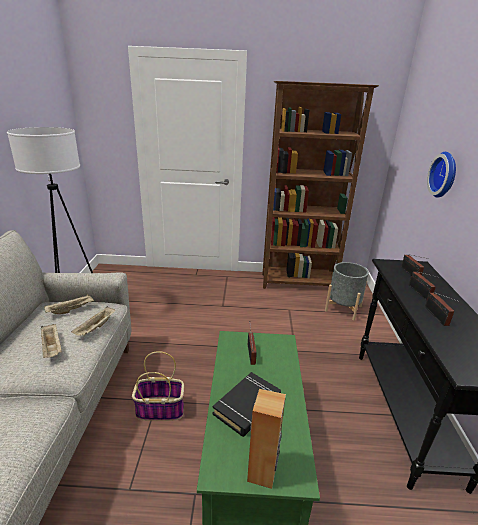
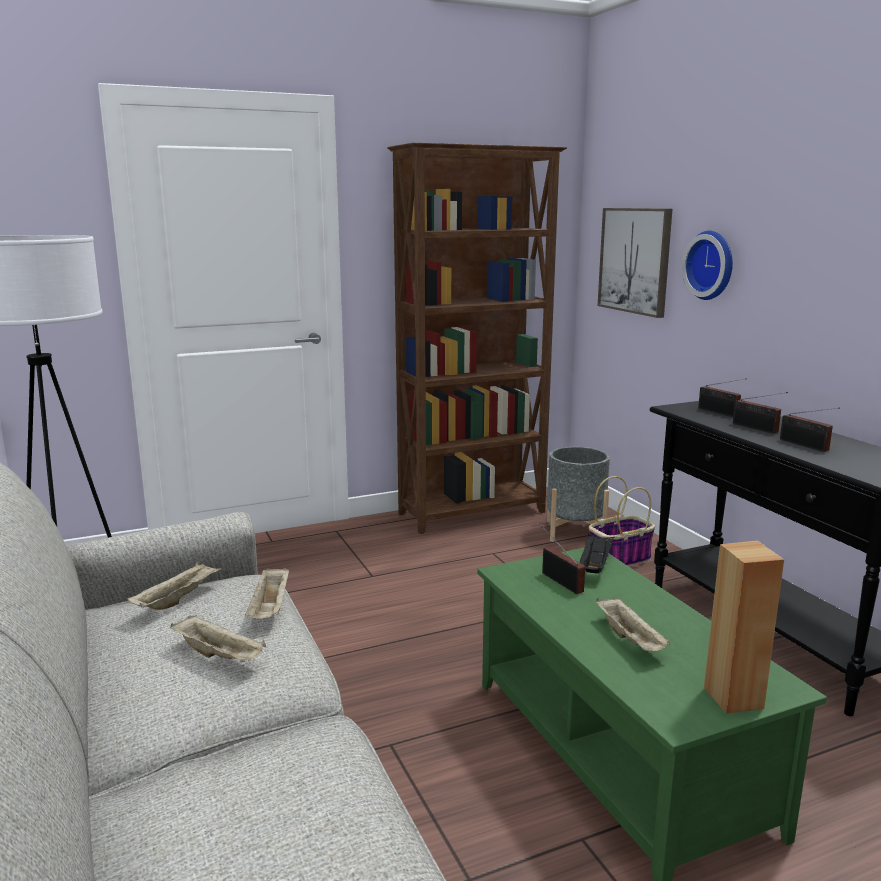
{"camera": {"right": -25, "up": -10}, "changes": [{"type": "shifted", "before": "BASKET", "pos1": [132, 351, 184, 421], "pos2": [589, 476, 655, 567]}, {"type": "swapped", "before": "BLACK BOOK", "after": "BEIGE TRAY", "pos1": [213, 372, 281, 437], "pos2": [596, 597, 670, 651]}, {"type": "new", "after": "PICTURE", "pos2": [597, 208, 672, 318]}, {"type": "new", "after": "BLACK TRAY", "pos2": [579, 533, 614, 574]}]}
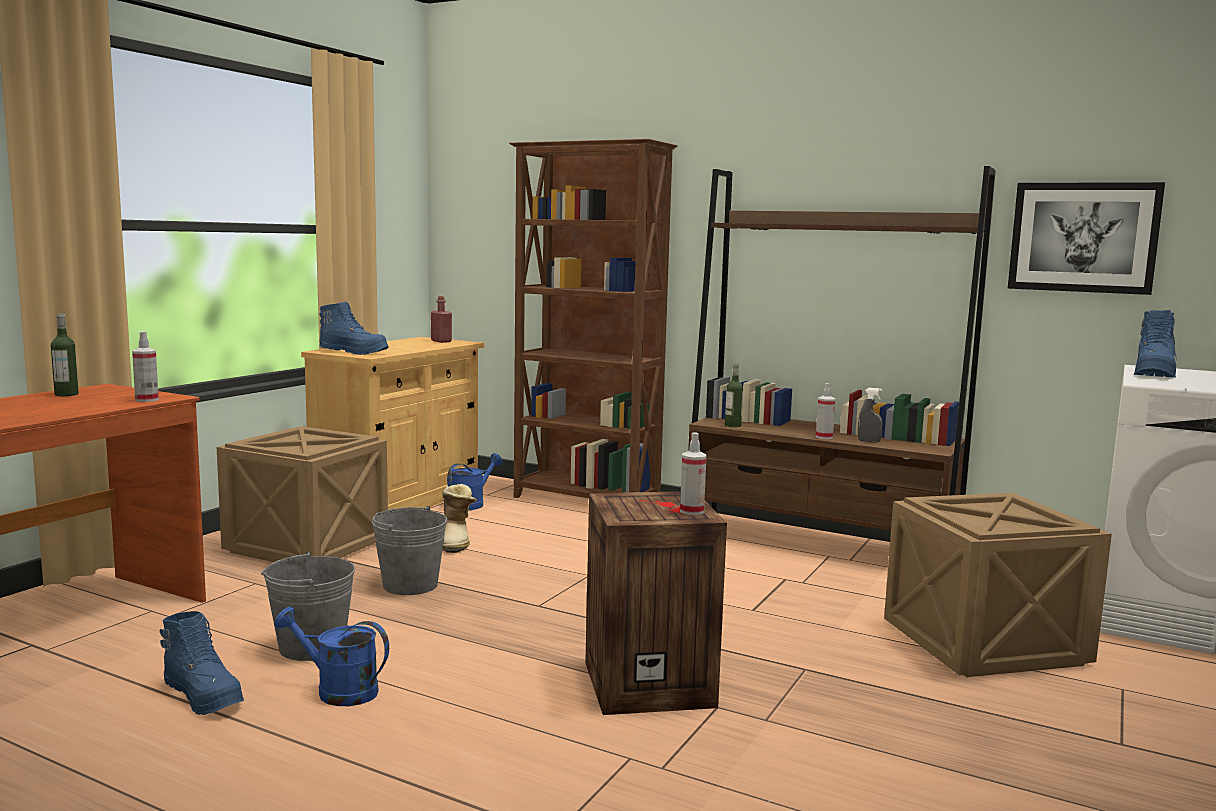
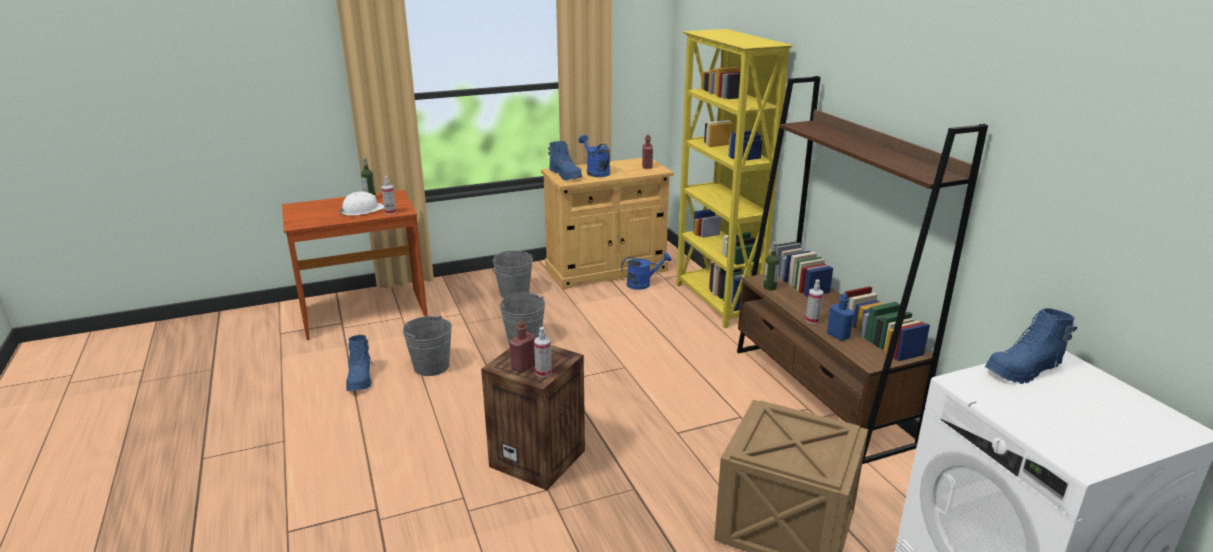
{"camera": {"right": 40, "up": 15}, "changes": [{"type": "repainted", "before": "BROWN BOOKCASE", "after": "YELLOW BOOKCASE", "pos1": [509, 139, 677, 498], "pos2": [676, 29, 793, 328]}, {"type": "gone", "before": "PICTURE", "pos1": [1008, 182, 1165, 295]}, {"type": "swapped", "before": "GREY SPRAY BOTTLE", "after": "BLUE BOTTLE", "pos1": [858, 388, 883, 442], "pos2": [827, 293, 854, 341]}, {"type": "swapped", "before": "CRATE", "after": "GREY BUCKET", "pos1": [217, 426, 388, 562], "pos2": [493, 251, 533, 298]}, {"type": "gone", "before": "BOOT", "pos1": [442, 484, 477, 553]}, {"type": "shifted", "before": "BLUE WATERING CAN", "pos1": [274, 607, 389, 706], "pos2": [579, 135, 610, 177]}, {"type": "new", "after": "WHITE HARD HAT", "pos2": [339, 192, 384, 216]}, {"type": "new", "after": "RED BOTTLE", "pos2": [509, 321, 535, 373]}]}
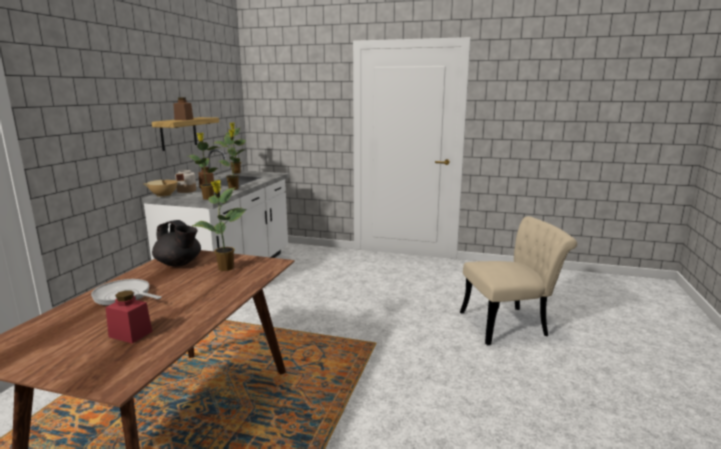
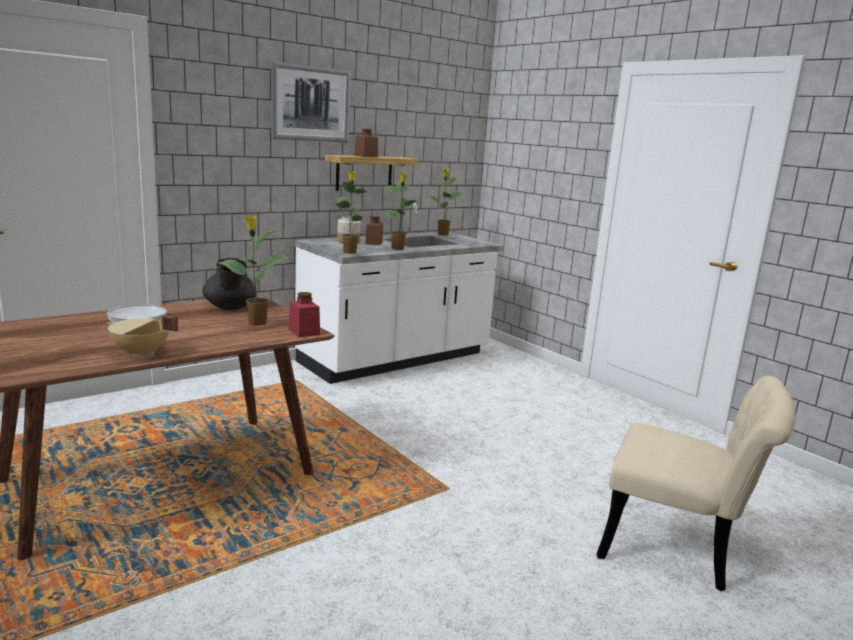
{"camera": {"right": 35, "up": 0}, "changes": [{"type": "shifted", "before": "BEIGE COOKING POT", "pos1": [143, 174, 184, 198], "pos2": [107, 315, 179, 358]}, {"type": "shifted", "before": "RED JAR", "pos1": [105, 290, 152, 344], "pos2": [289, 292, 320, 337]}, {"type": "new", "after": "PICTURE", "pos2": [271, 62, 351, 142]}]}
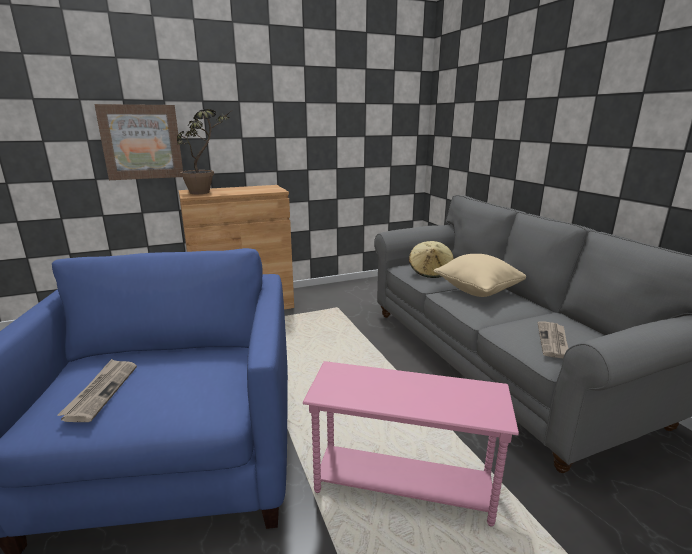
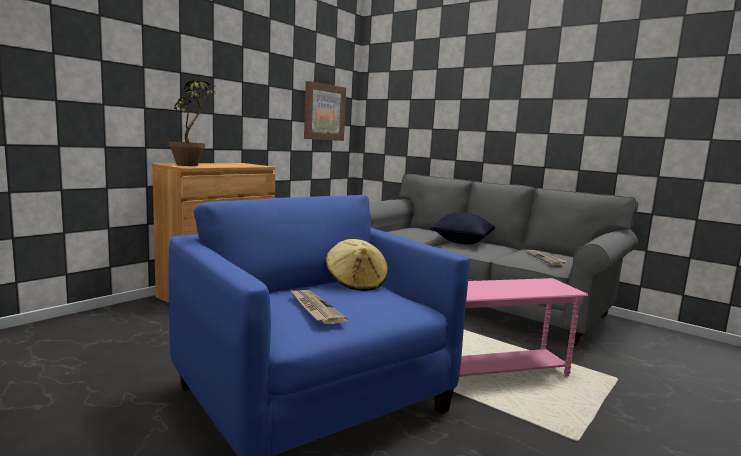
{"camera": {"right": -30, "up": -10}, "changes": [{"type": "shifted", "before": "PICTURE", "pos1": [94, 104, 183, 180], "pos2": [304, 81, 346, 141]}, {"type": "shifted", "before": "BEIGE HAT", "pos1": [409, 241, 454, 278], "pos2": [326, 239, 388, 291]}, {"type": "repainted", "before": "BEIGE PILLOW", "after": "BLACK PILLOW", "pos1": [434, 254, 526, 297], "pos2": [430, 212, 495, 245]}]}
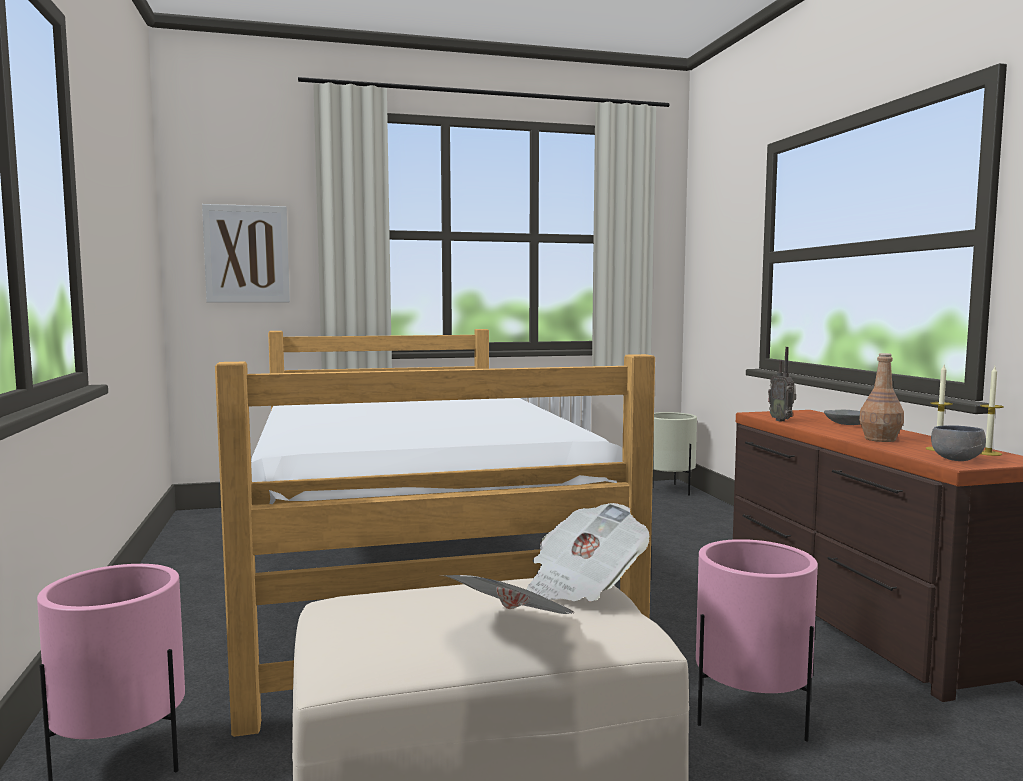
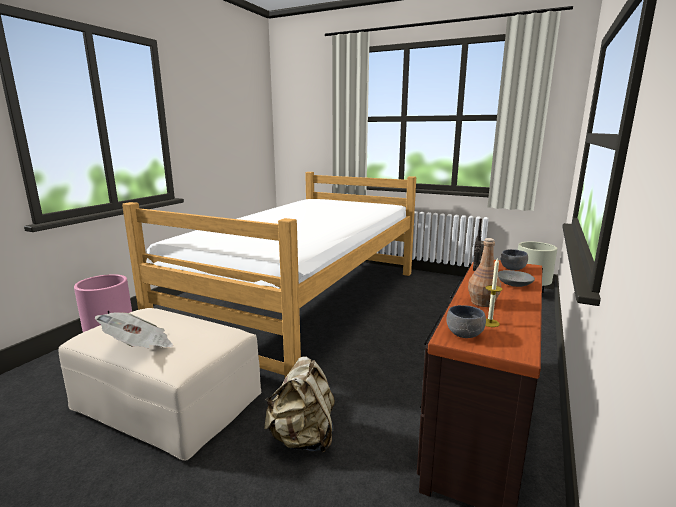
{"camera": {"right": 40, "up": 10}, "changes": [{"type": "gone", "before": "PICTURE", "pos1": [202, 204, 290, 303]}, {"type": "gone", "before": "CANDLE", "pos1": [980, 367, 1004, 456]}, {"type": "gone", "before": "NEWSPAPER", "pos1": [526, 503, 649, 602]}, {"type": "swapped", "before": "PINK PLANTER", "after": "BEIGE BACKPACK", "pos1": [696, 539, 818, 742], "pos2": [264, 356, 335, 453]}, {"type": "new", "after": "GREY BOWL", "pos2": [501, 249, 528, 270]}]}
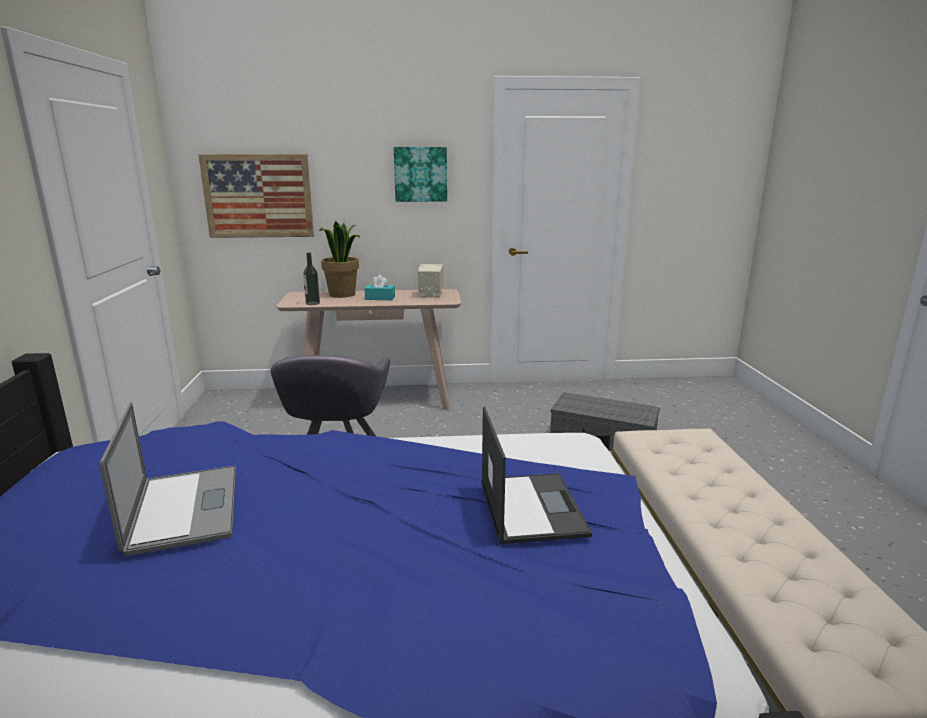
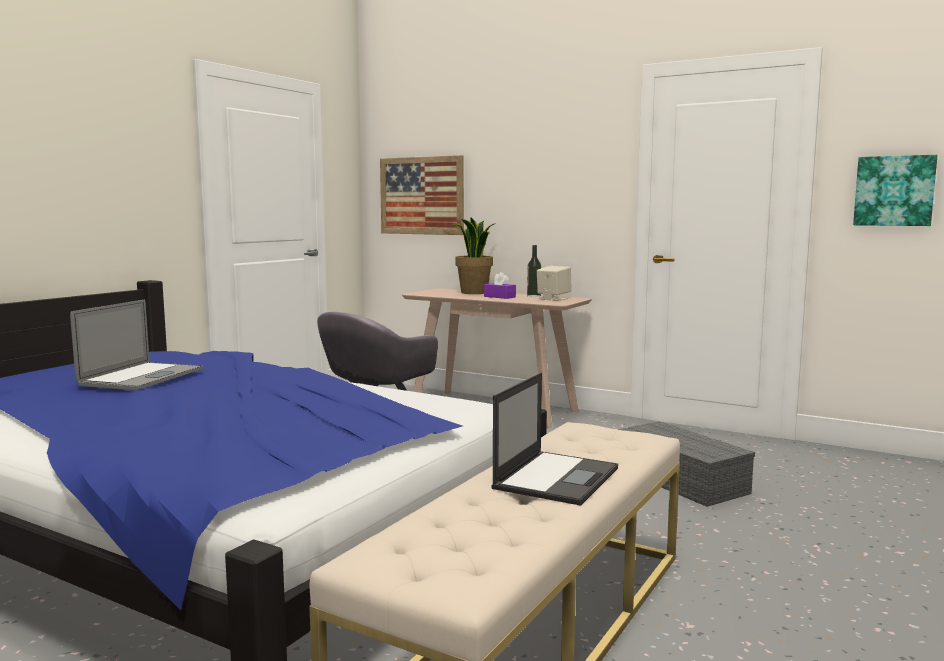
{"camera": {"right": 35, "up": -10}, "changes": [{"type": "shifted", "before": "PICTURE", "pos1": [394, 147, 447, 202], "pos2": [853, 155, 937, 226]}, {"type": "shifted", "before": "BOTTLE", "pos1": [303, 252, 320, 305], "pos2": [527, 245, 541, 297]}, {"type": "repainted", "before": "TURQUOISE TISSUE BOX", "after": "PURPLE TISSUE BOX", "pos1": [364, 275, 395, 300], "pos2": [484, 272, 516, 299]}, {"type": "shifted", "before": "LAPTOP", "pos1": [481, 407, 592, 544], "pos2": [491, 373, 618, 506]}]}
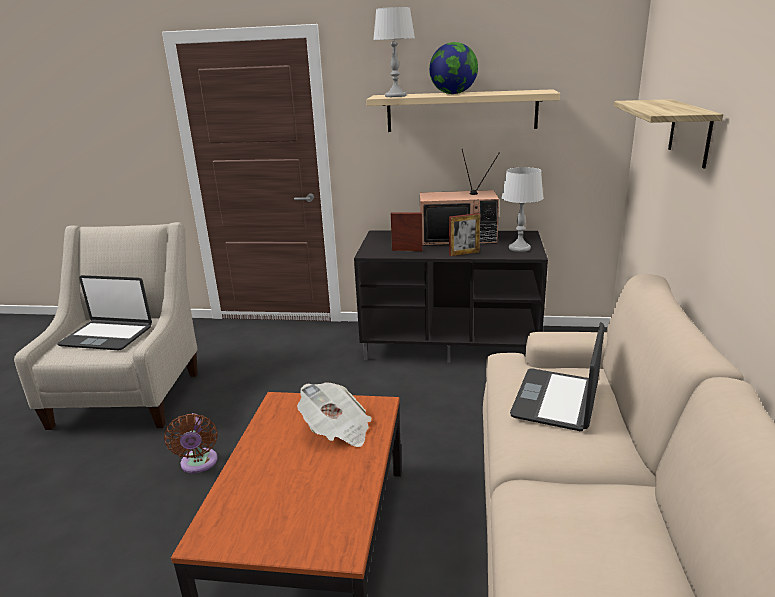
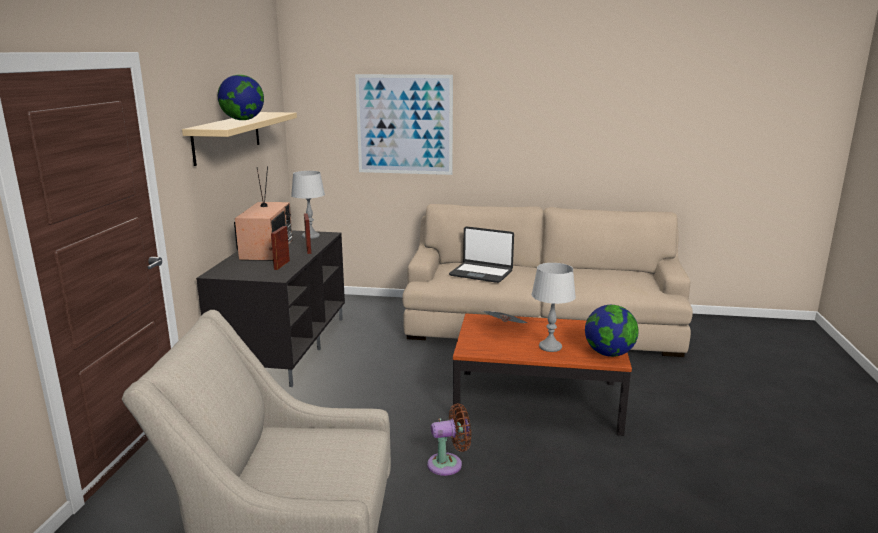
{"camera": {"right": -90, "up": -5}, "changes": [{"type": "shifted", "before": "GREY TABLE LAMP", "pos1": [373, 7, 415, 97], "pos2": [531, 263, 576, 352]}, {"type": "swapped", "before": "SHELF", "after": "PICTURE", "pos1": [614, 99, 723, 168], "pos2": [355, 74, 453, 175]}, {"type": "gone", "before": "LAPTOP", "pos1": [57, 275, 152, 350]}, {"type": "new", "after": "GLOBE", "pos2": [585, 305, 639, 357]}]}
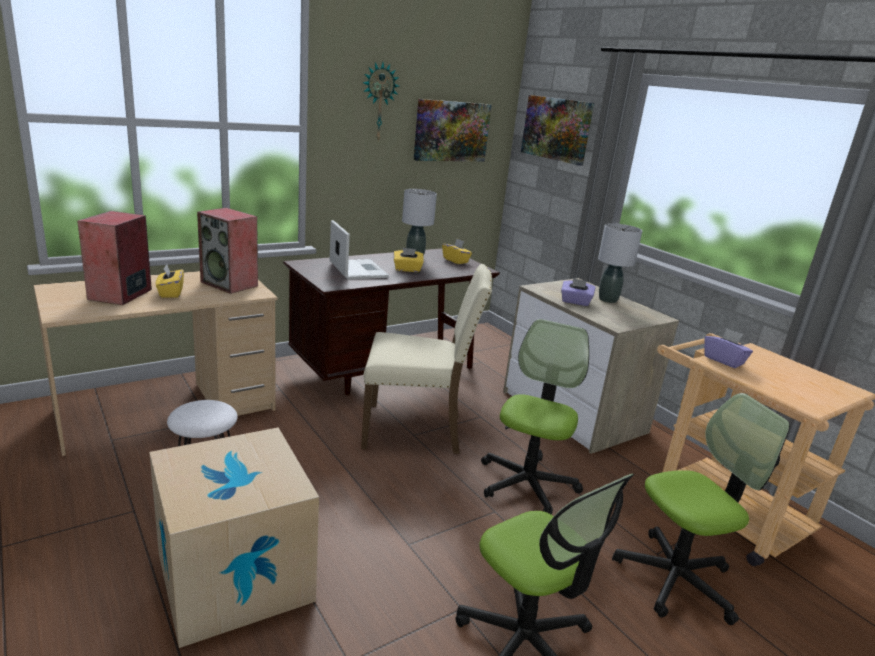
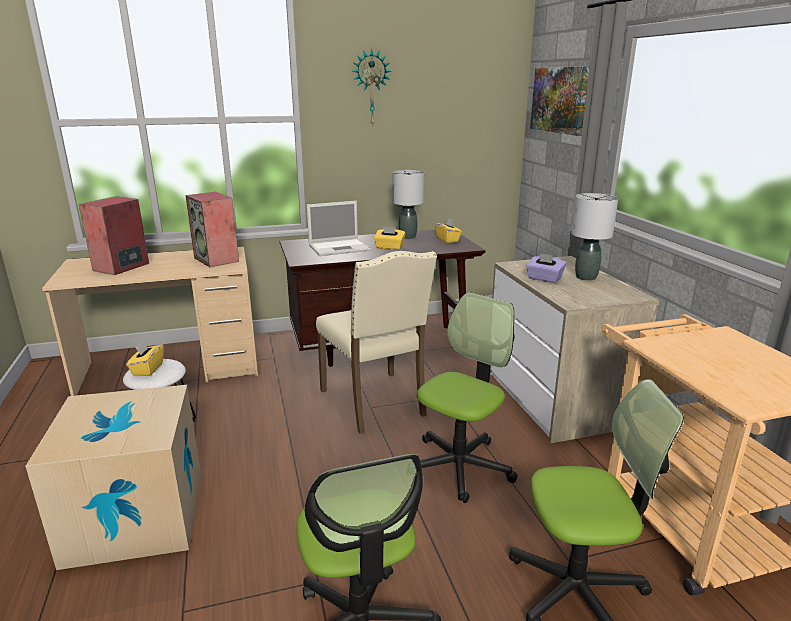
{"camera": {"right": 20, "up": 0}, "changes": [{"type": "gone", "before": "PICTURE", "pos1": [414, 99, 491, 162]}, {"type": "rotated", "before": "LAPTOP", "pos1": [330, 220, 389, 280], "pos2": [306, 201, 371, 256], "turn": 75}, {"type": "shifted", "before": "YELLOW TISSUE BOX", "pos1": [156, 264, 184, 297], "pos2": [126, 340, 164, 376]}, {"type": "rotated", "before": "BEIGE CHAIR", "pos1": [361, 264, 492, 454], "pos2": [316, 251, 437, 434], "turn": 45}, {"type": "gone", "before": "PURPLE TISSUE BOX", "pos1": [704, 328, 753, 368]}]}
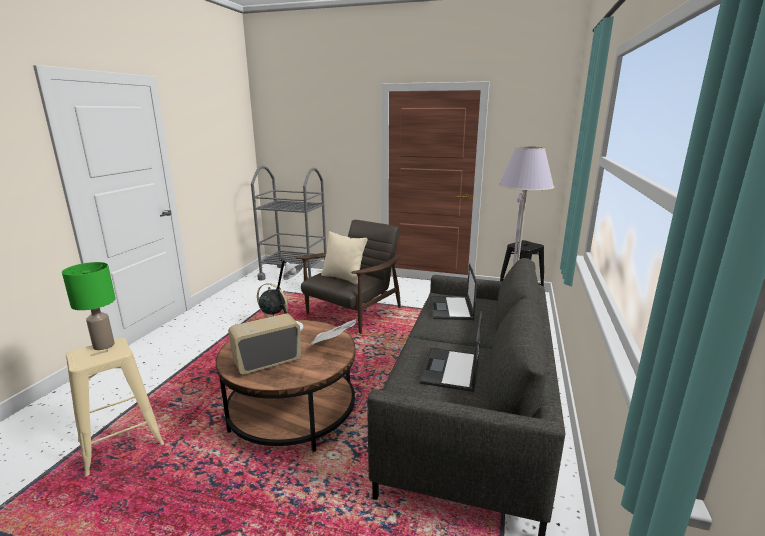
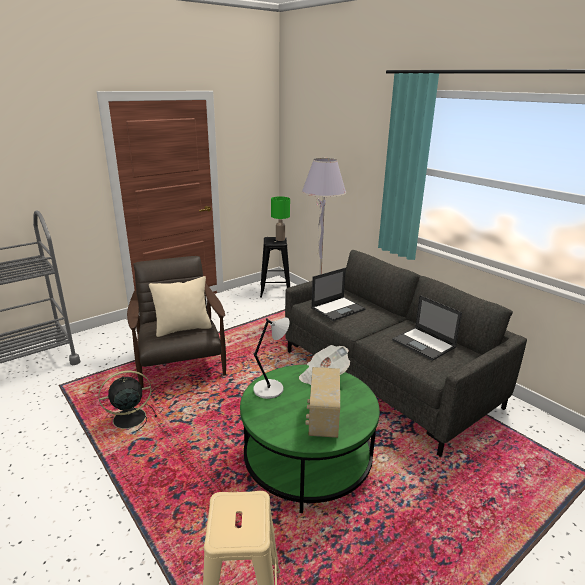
{"camera": {"right": -55, "up": 5}, "changes": [{"type": "shifted", "before": "GREEN TABLE LAMP", "pos1": [62, 262, 116, 350], "pos2": [271, 196, 290, 241]}, {"type": "rotated", "before": "LAPTOP", "pos1": [431, 263, 477, 320], "pos2": [311, 268, 366, 321], "turn": -75}, {"type": "repainted", "before": "BROWN COFFEE TABLE", "after": "GREEN COFFEE TABLE", "pos1": [216, 320, 356, 452], "pos2": [240, 365, 380, 513]}]}
